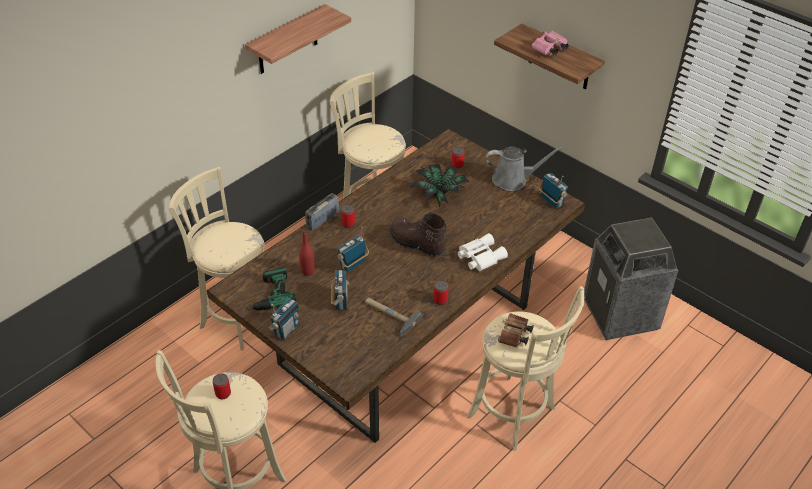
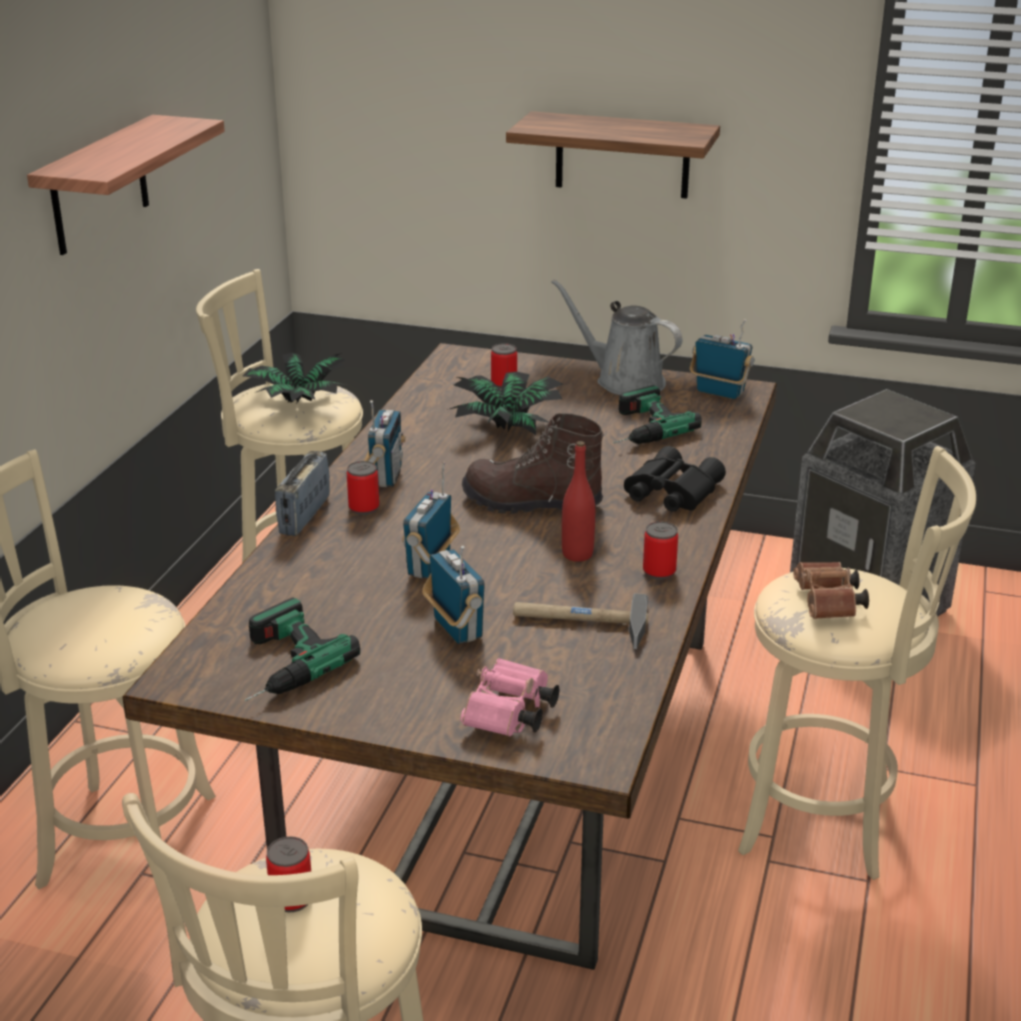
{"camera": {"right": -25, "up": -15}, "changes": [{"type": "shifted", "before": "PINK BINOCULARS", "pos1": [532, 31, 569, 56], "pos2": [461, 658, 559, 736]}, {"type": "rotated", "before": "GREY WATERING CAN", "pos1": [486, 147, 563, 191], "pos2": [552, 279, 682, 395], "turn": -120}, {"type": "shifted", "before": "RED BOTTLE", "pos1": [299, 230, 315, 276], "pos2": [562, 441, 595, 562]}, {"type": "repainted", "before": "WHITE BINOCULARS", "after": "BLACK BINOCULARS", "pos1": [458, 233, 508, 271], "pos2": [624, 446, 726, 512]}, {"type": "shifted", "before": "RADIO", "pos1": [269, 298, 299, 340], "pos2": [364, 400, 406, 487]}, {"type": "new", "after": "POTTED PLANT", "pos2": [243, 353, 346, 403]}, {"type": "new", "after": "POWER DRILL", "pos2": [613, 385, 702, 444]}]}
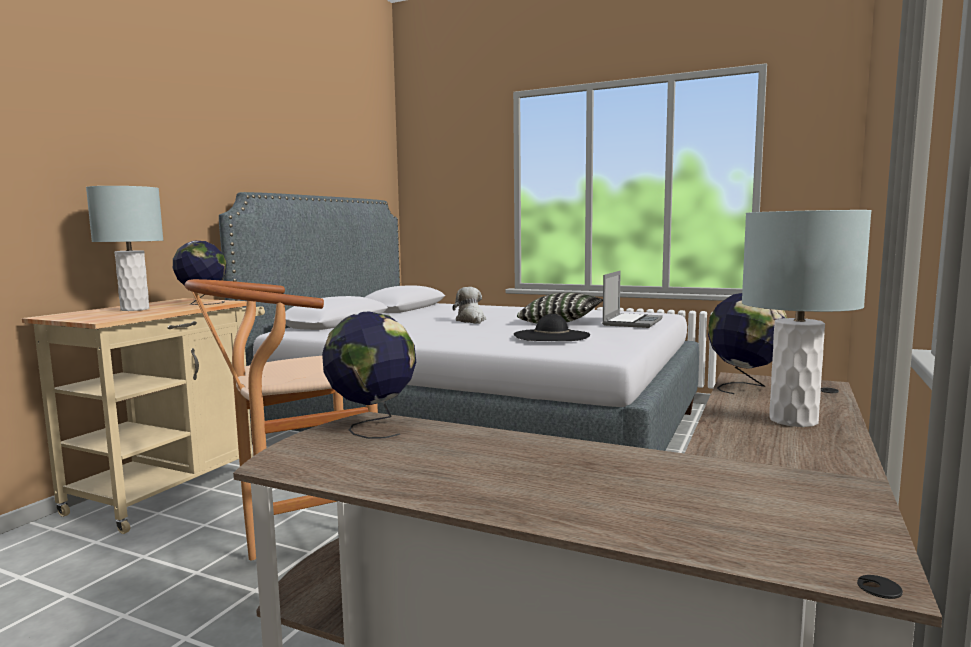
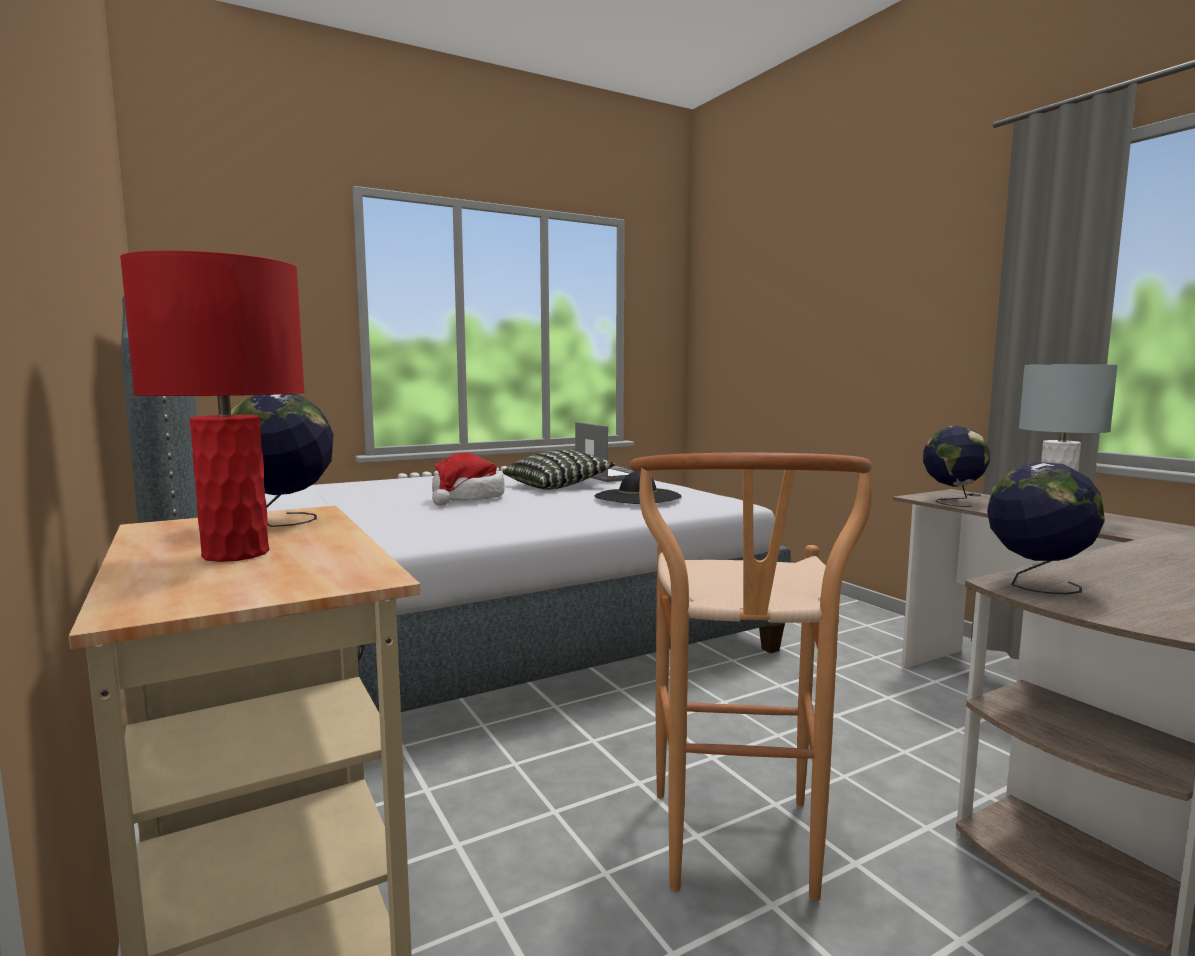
{"camera": {"right": -55, "up": 0}, "changes": [{"type": "repainted", "before": "GREY TABLE LAMP", "after": "RED TABLE LAMP", "pos1": [86, 186, 163, 311], "pos2": [120, 250, 305, 562]}, {"type": "swapped", "before": "PLUSH TOY", "after": "HAT", "pos1": [453, 287, 486, 324], "pos2": [432, 453, 505, 506]}]}
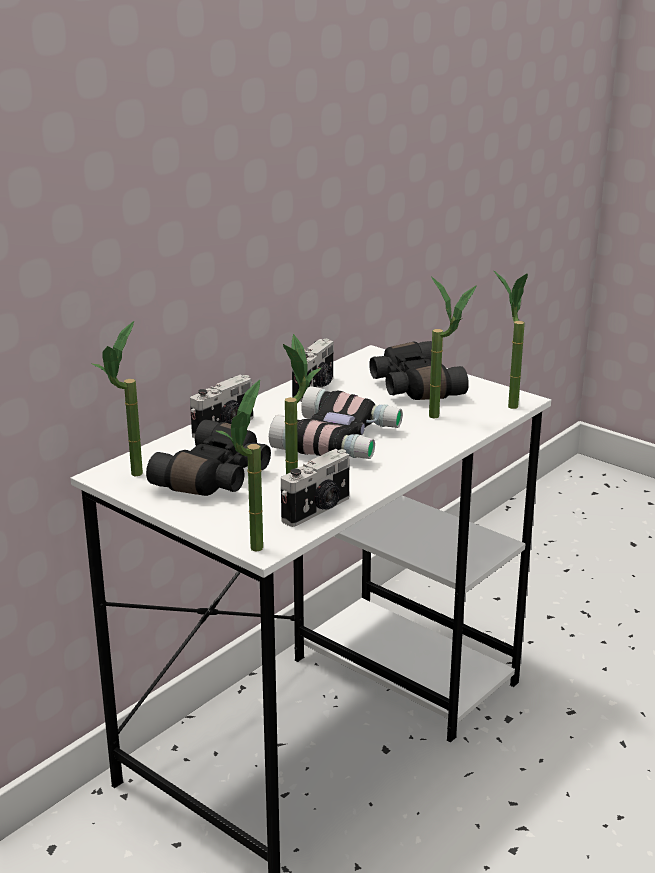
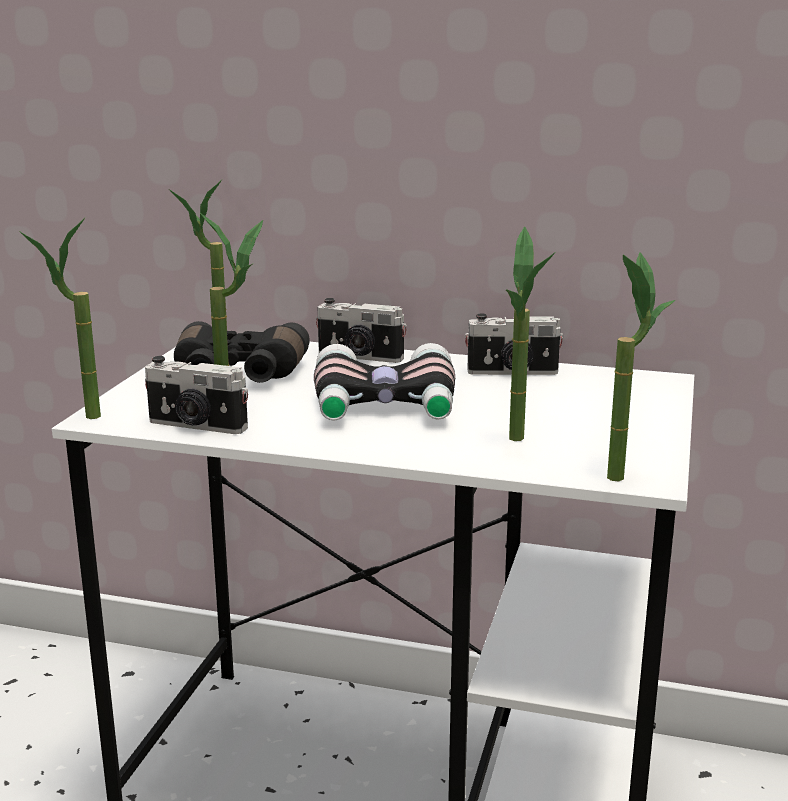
{"camera": {"right": 65, "up": -5}, "changes": [{"type": "gone", "before": "BLACK BINOCULARS", "pos1": [369, 341, 469, 400]}]}
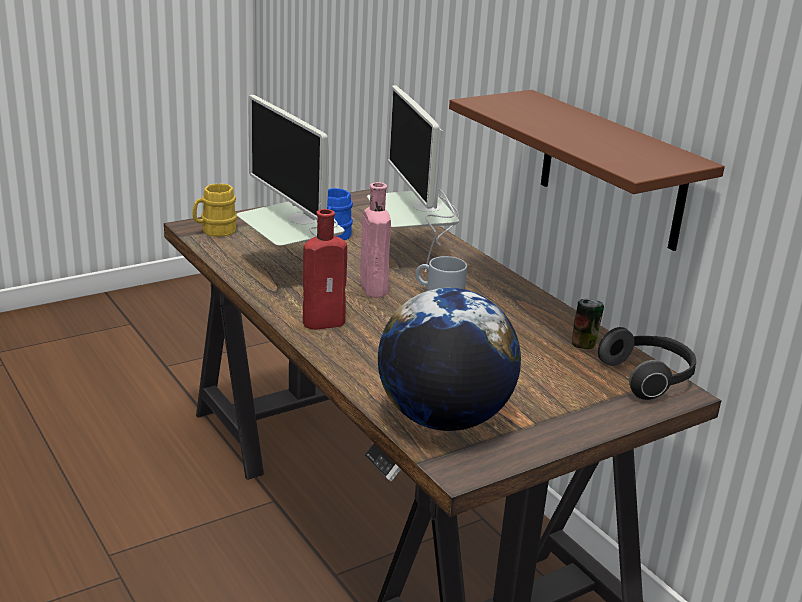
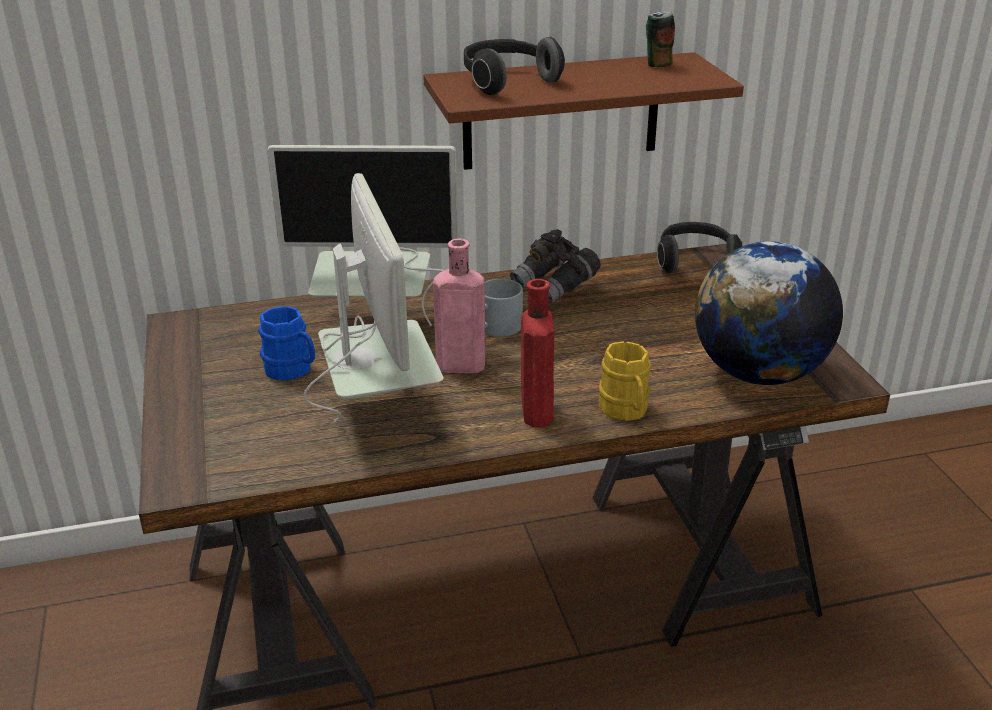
{"camera": {"right": -70, "up": 5}, "changes": [{"type": "rotated", "before": "MONITOR", "pos1": [236, 95, 345, 246], "pos2": [303, 173, 444, 423], "turn": -90}, {"type": "shifted", "before": "YELLOW MUG", "pos1": [192, 183, 237, 237], "pos2": [598, 341, 651, 421]}, {"type": "shifted", "before": "CAN", "pos1": [572, 299, 604, 349], "pos2": [646, 11, 675, 67]}, {"type": "new", "after": "HEADPHONES", "pos2": [464, 37, 565, 95]}, {"type": "new", "after": "GREY BINOCULARS", "pos2": [510, 229, 601, 304]}]}
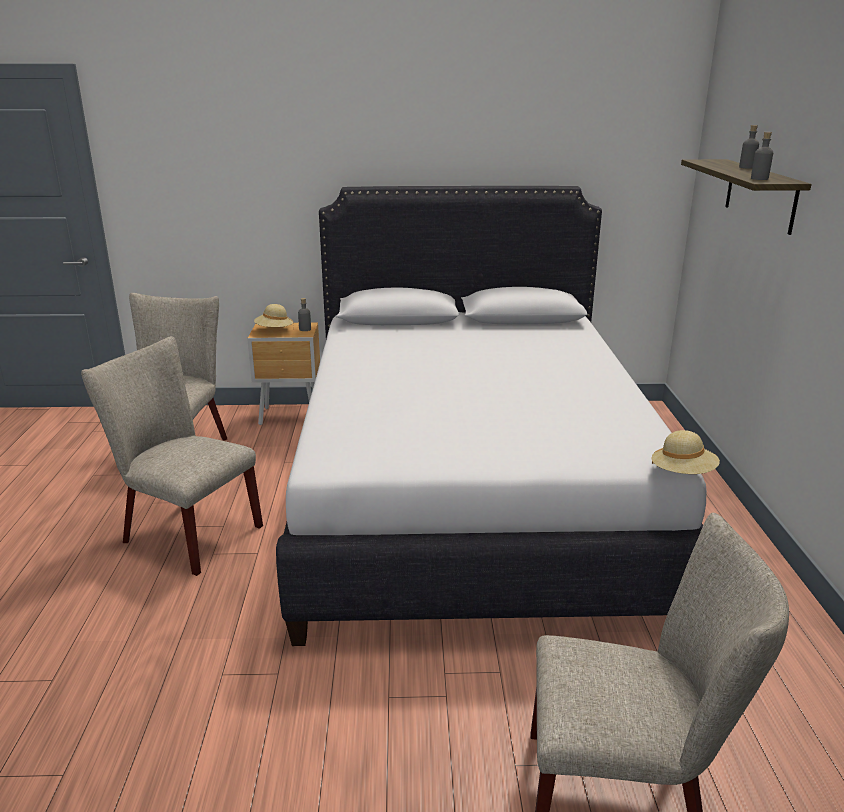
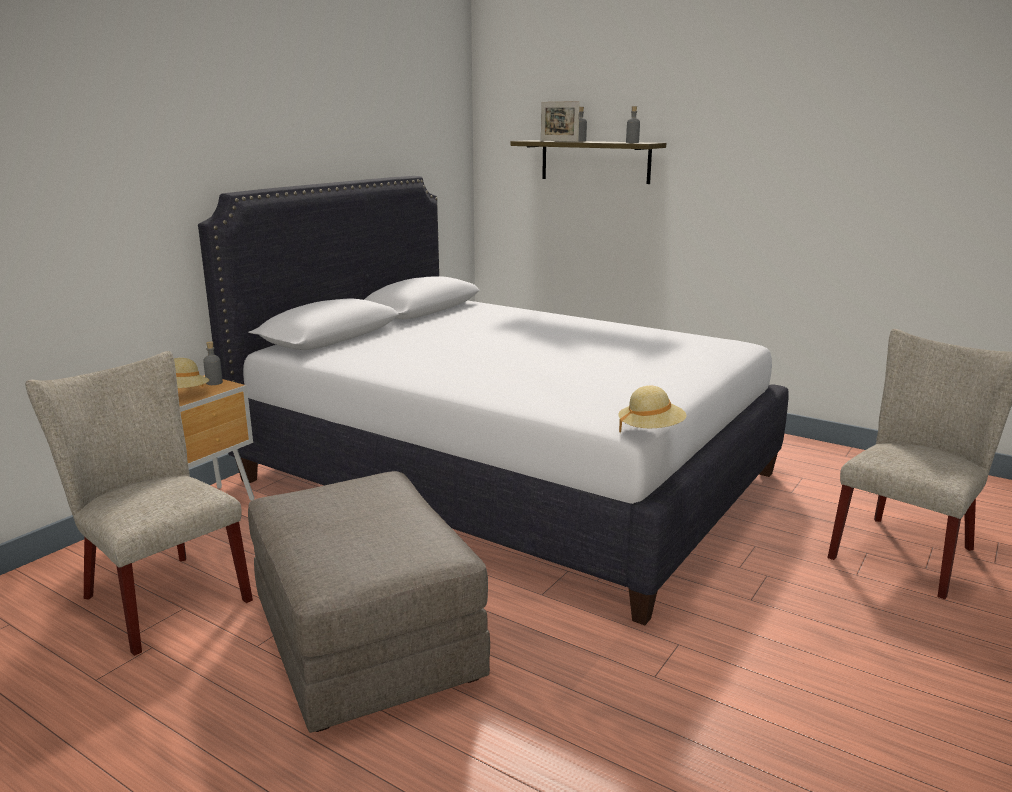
{"camera": {"right": -55, "up": -5}, "changes": [{"type": "swapped", "before": "BEIGE CHAIR", "after": "GREY OTTOMAN", "pos1": [81, 336, 263, 576], "pos2": [248, 471, 490, 733]}, {"type": "shifted", "before": "BEIGE HAT", "pos1": [652, 430, 720, 474], "pos2": [618, 386, 687, 432]}, {"type": "new", "after": "PICTURE FRAME", "pos2": [541, 101, 580, 142]}]}
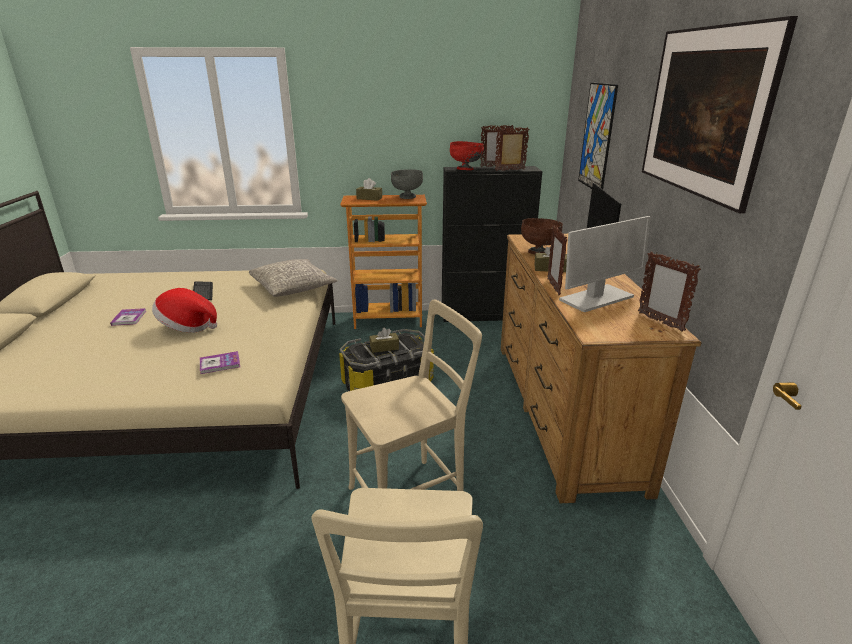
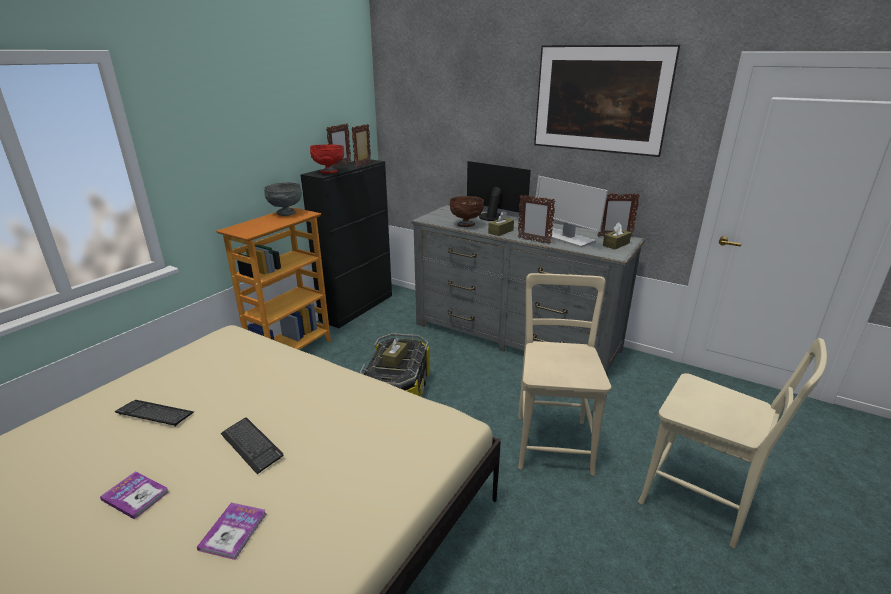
{"camera": {"right": -55, "up": 0}, "changes": [{"type": "gone", "before": "PICTURE", "pos1": [578, 83, 618, 189]}, {"type": "shifted", "before": "BROWN TISSUE BOX", "pos1": [356, 178, 382, 201], "pos2": [603, 222, 631, 249]}, {"type": "rotated", "before": "MONITOR", "pos1": [559, 216, 651, 312], "pos2": [535, 176, 608, 248], "turn": 135}, {"type": "repainted", "before": "BROWN DRESSER", "after": "GREY DRESSER", "pos1": [501, 234, 702, 503], "pos2": [411, 205, 645, 377]}, {"type": "gone", "before": "GREY PILLOW", "pos1": [249, 259, 338, 297]}, {"type": "swapped", "before": "HAT", "after": "KEYBOARD", "pos1": [152, 288, 217, 333], "pos2": [221, 417, 283, 474]}, {"type": "shifted", "before": "BOOK", "pos1": [200, 351, 240, 374], "pos2": [197, 503, 266, 560]}]}
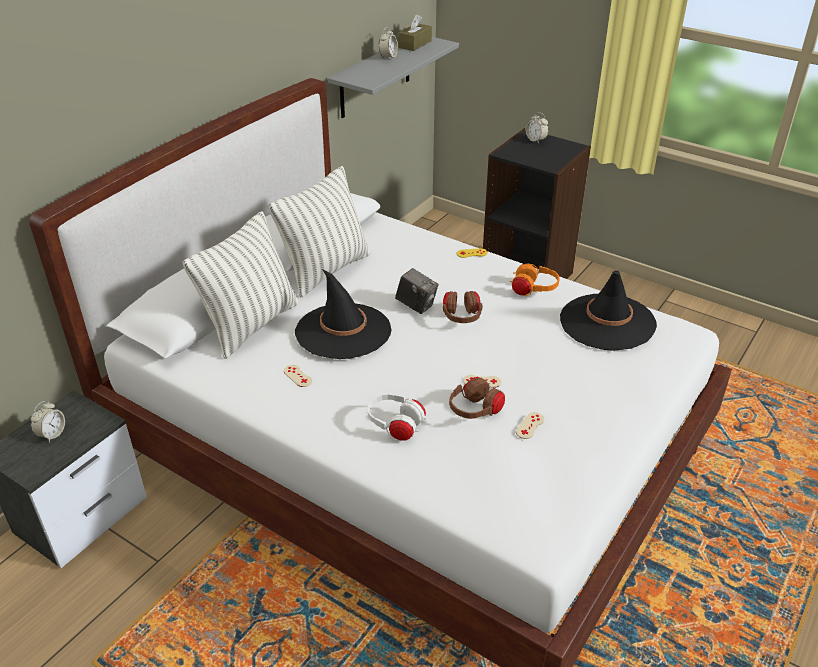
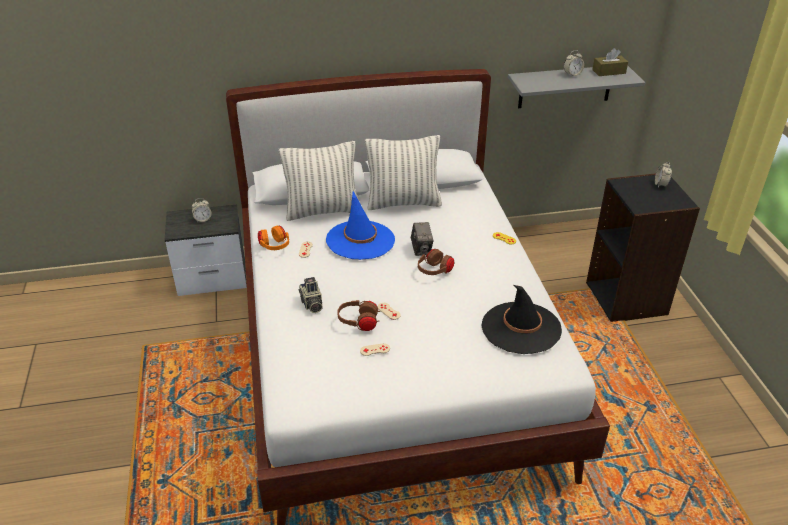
{"camera": {"right": 45, "up": 0}, "changes": [{"type": "shifted", "before": "ORANGE HEADPHONES", "pos1": [510, 263, 560, 296], "pos2": [258, 226, 289, 250]}, {"type": "repainted", "before": "BLACK HAT", "after": "BLUE HAT", "pos1": [295, 269, 391, 359], "pos2": [326, 192, 395, 260]}, {"type": "swapped", "before": "WHITE HEADPHONES", "after": "PHOTO CAMERA", "pos1": [367, 394, 427, 441], "pos2": [298, 277, 323, 313]}]}
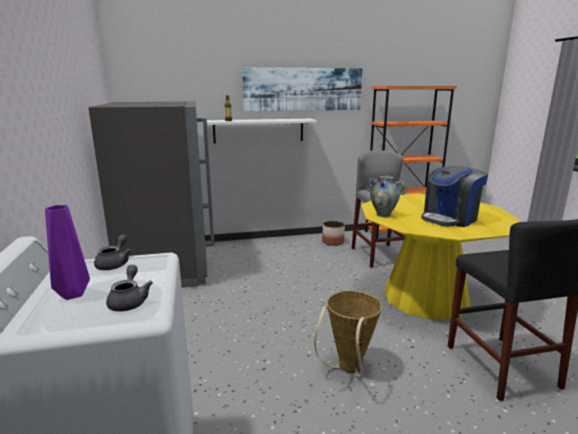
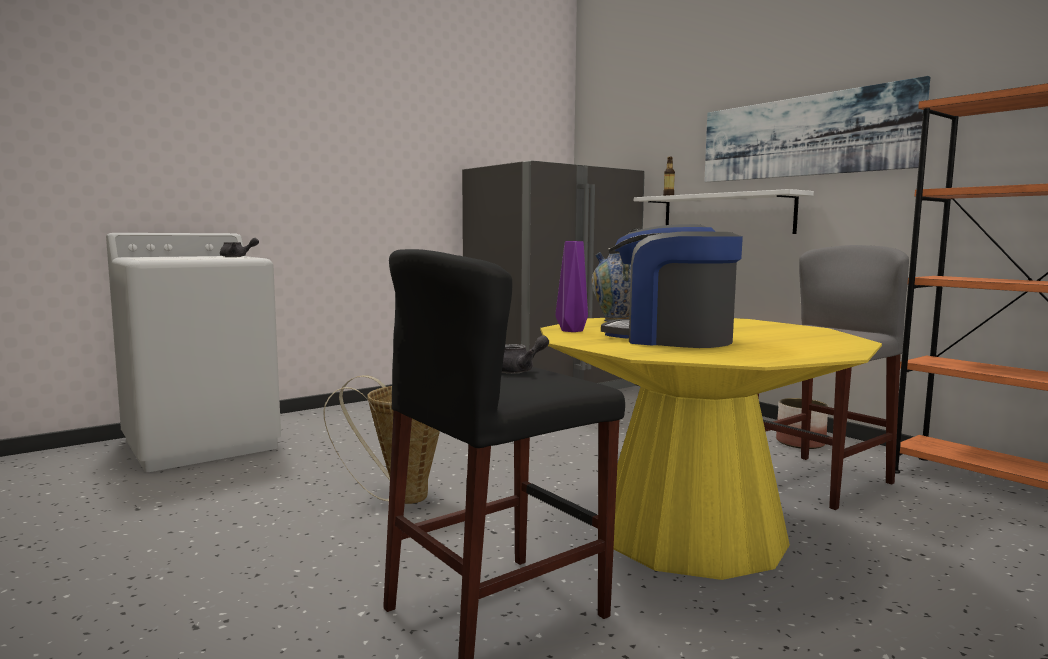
{"camera": {"right": 65, "up": -10}, "changes": [{"type": "shifted", "before": "PURPLE VASE", "pos1": [45, 205, 90, 300], "pos2": [555, 241, 588, 332]}, {"type": "shifted", "before": "GREY TEAPOT", "pos1": [106, 265, 153, 312], "pos2": [502, 335, 549, 374]}]}
